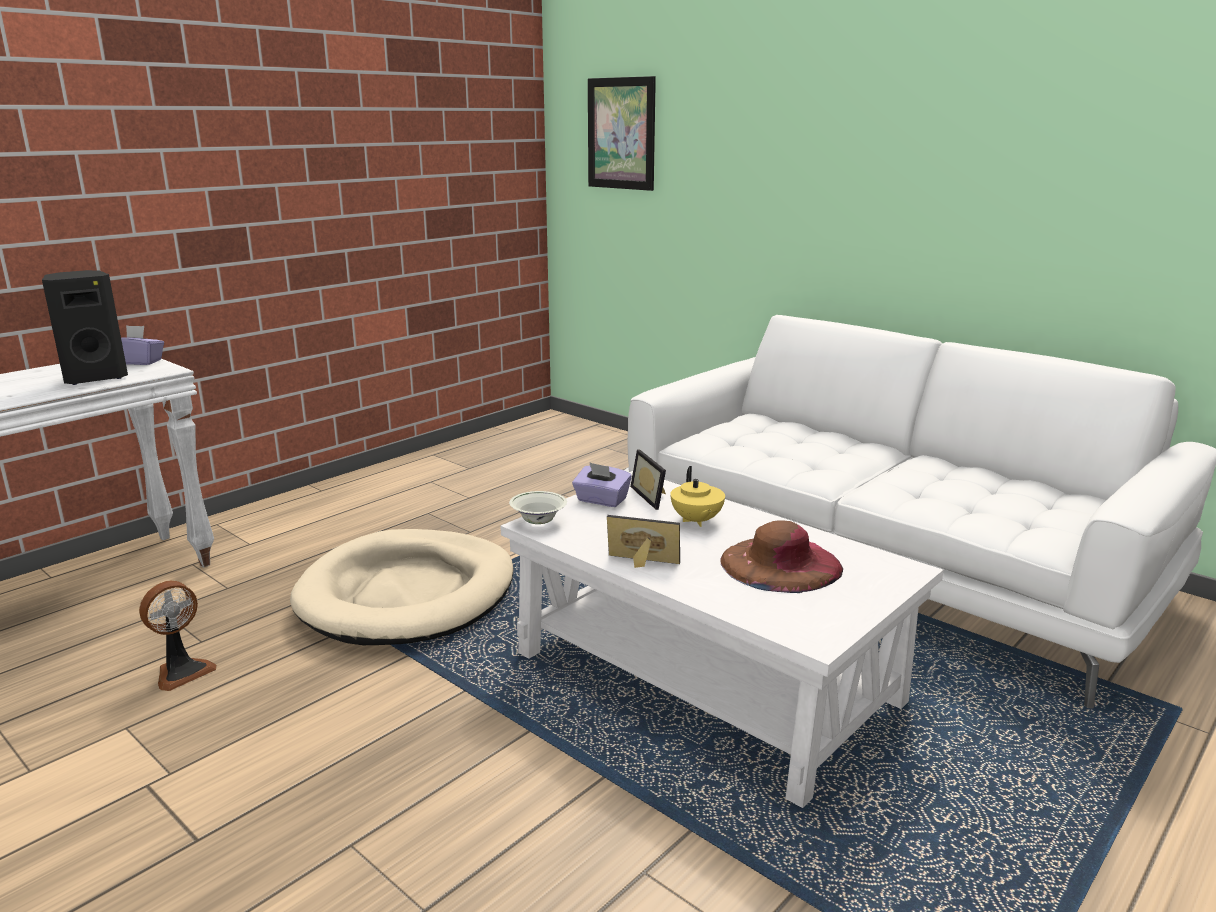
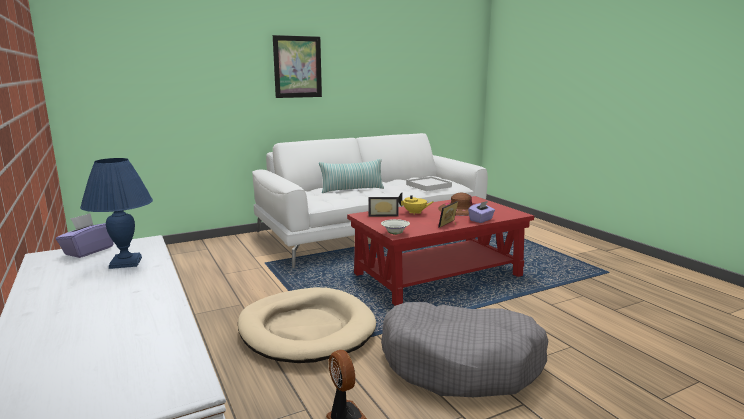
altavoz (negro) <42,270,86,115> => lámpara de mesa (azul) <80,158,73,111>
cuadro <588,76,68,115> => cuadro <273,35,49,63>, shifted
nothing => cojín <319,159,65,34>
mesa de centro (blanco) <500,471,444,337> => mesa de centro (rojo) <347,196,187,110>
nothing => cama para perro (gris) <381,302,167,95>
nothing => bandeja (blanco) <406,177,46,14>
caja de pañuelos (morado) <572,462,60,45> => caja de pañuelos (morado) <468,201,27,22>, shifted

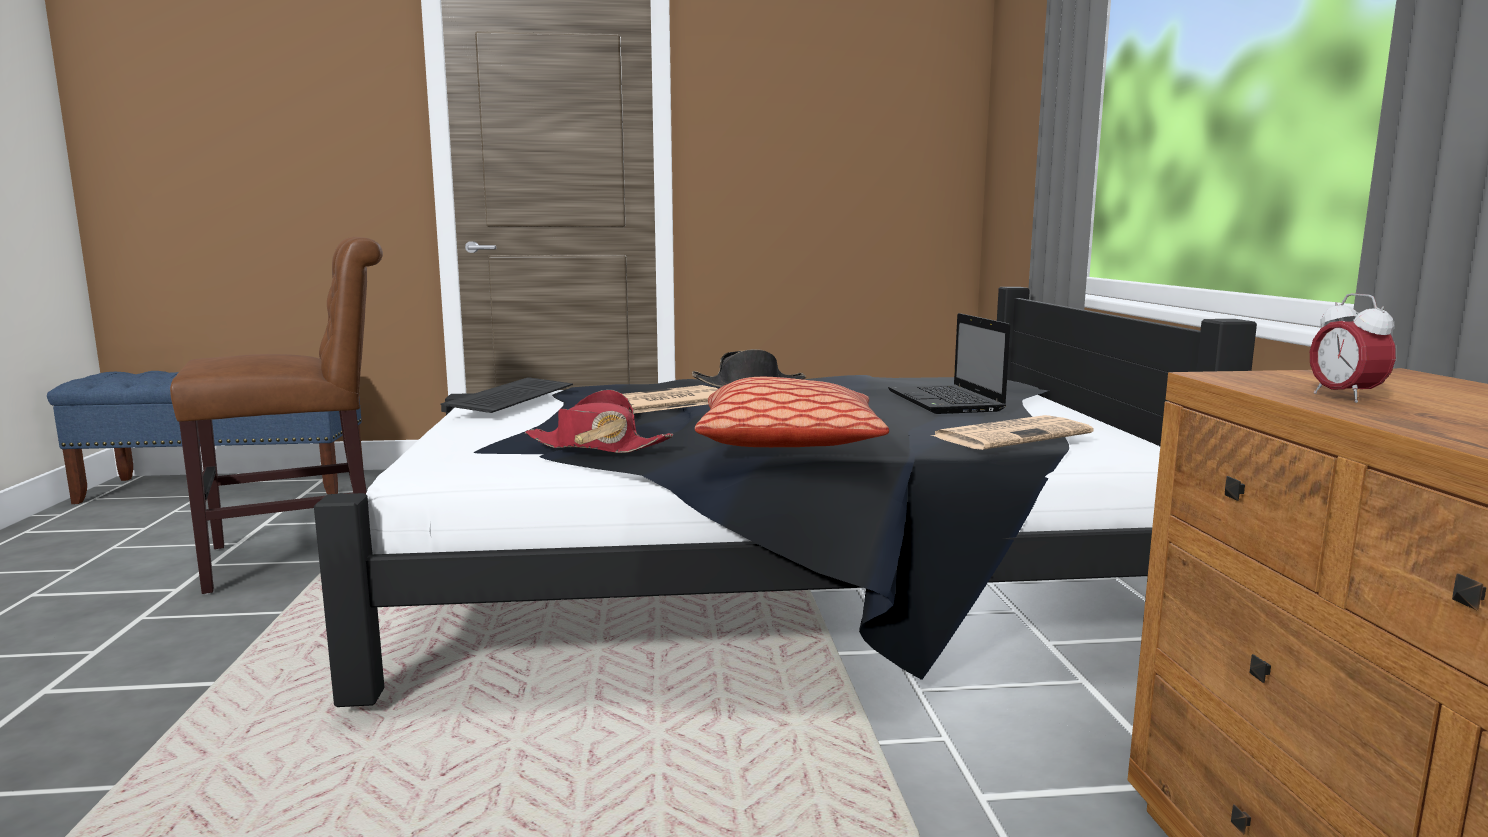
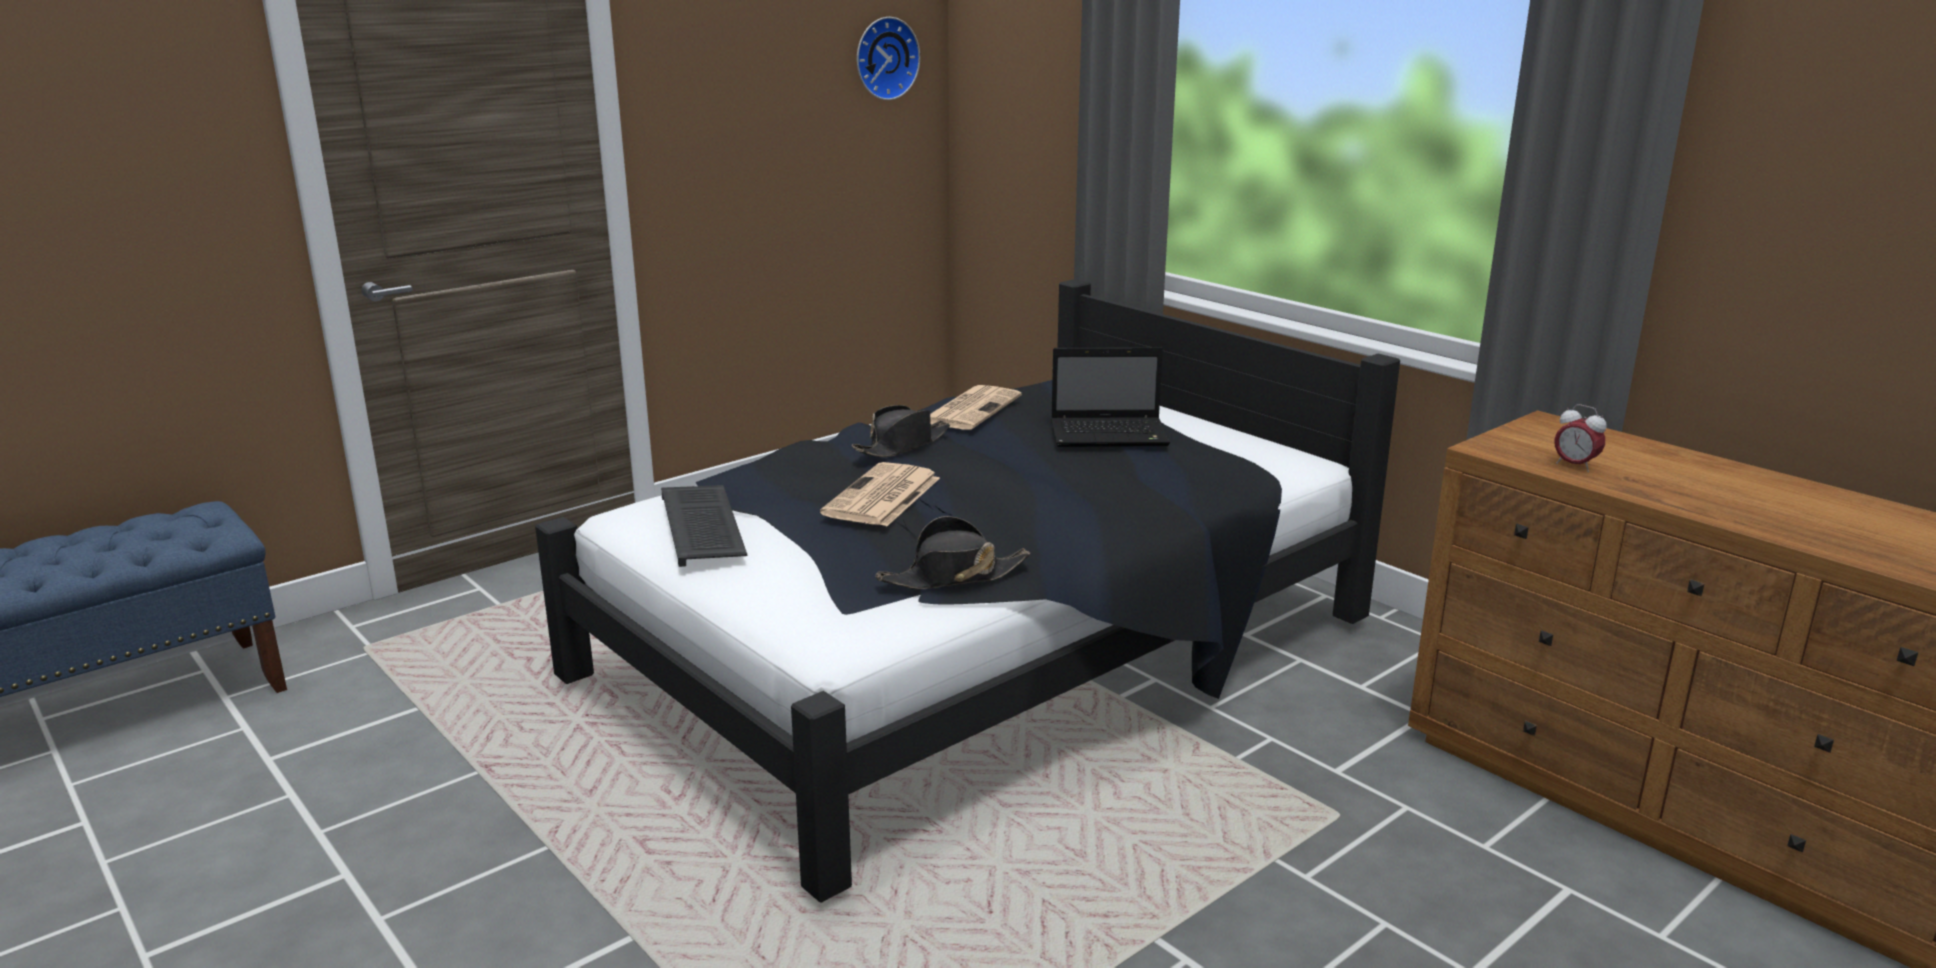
nothing => reloj de pared <857,17,63,83>
sombrero (rojo) <525,390,148,63> => sombrero (negro) <875,516,155,73>
periódico <931,415,162,35> => periódico <930,385,92,45>, shifted
portátil <888,313,122,101> => portátil <1051,347,119,100>, 45 degrees counterclockwise
silla (marrón) <170,237,213,357> => nothing
cojín <695,377,194,70> => nothing

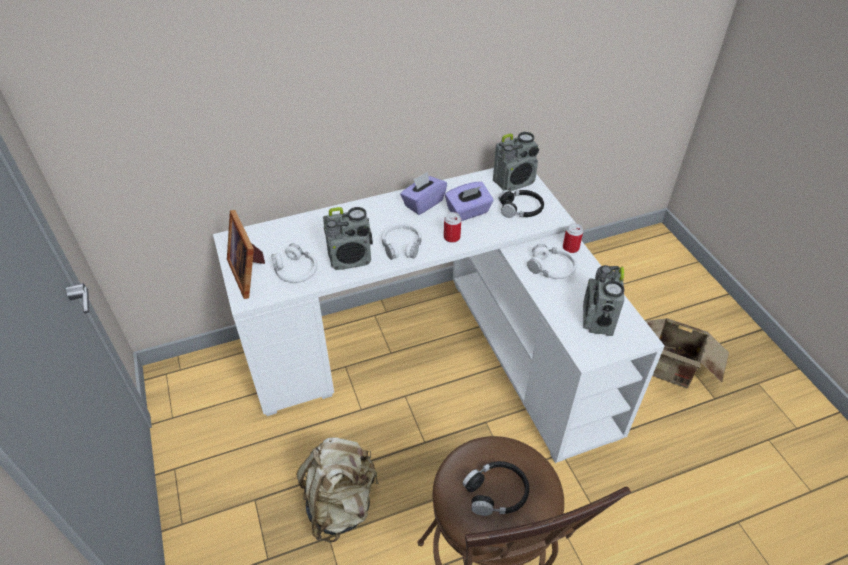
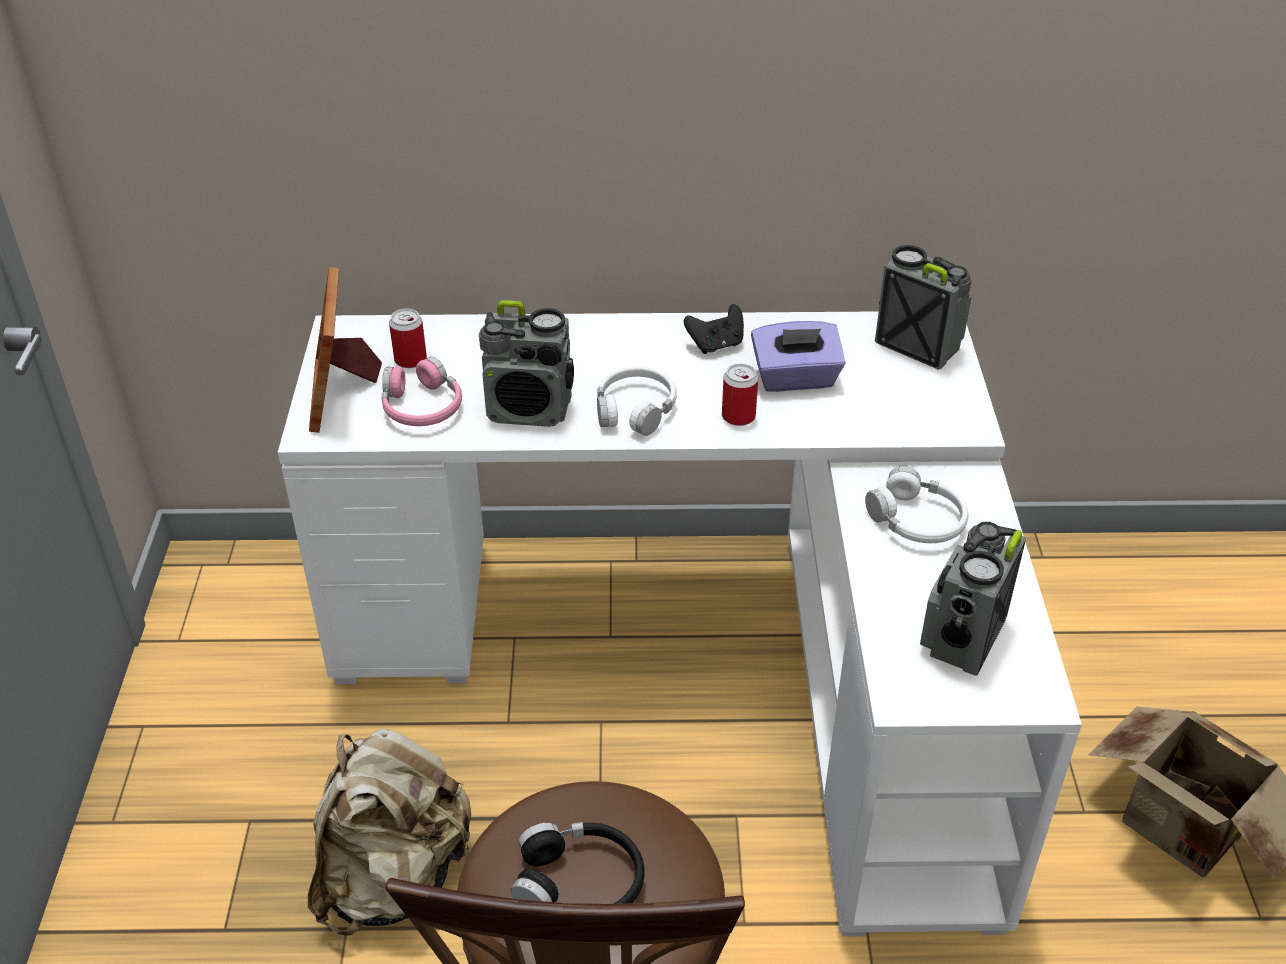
auriculares (blanco) <271,244,46,39> => auriculares (rosa) <382,356,80,70>
lata <563,223,20,30> => lata <389,308,38,60>, shifted
caja de pañuelos (morado) <400,172,47,43> => mando de consola (negro) <684,304,60,50>
radio <493,132,46,59> => radio <875,245,97,125>, 135 degrees counterclockwise
auriculares (negro) <498,190,46,28> => nothing

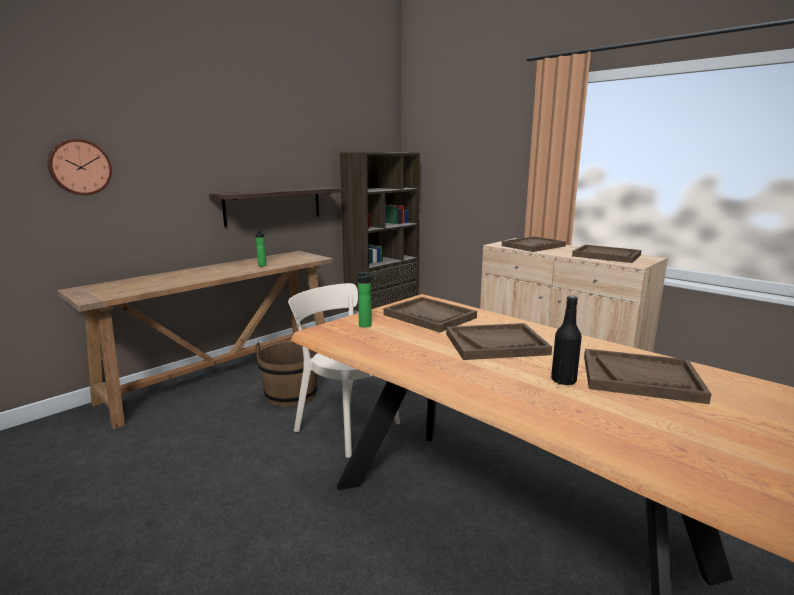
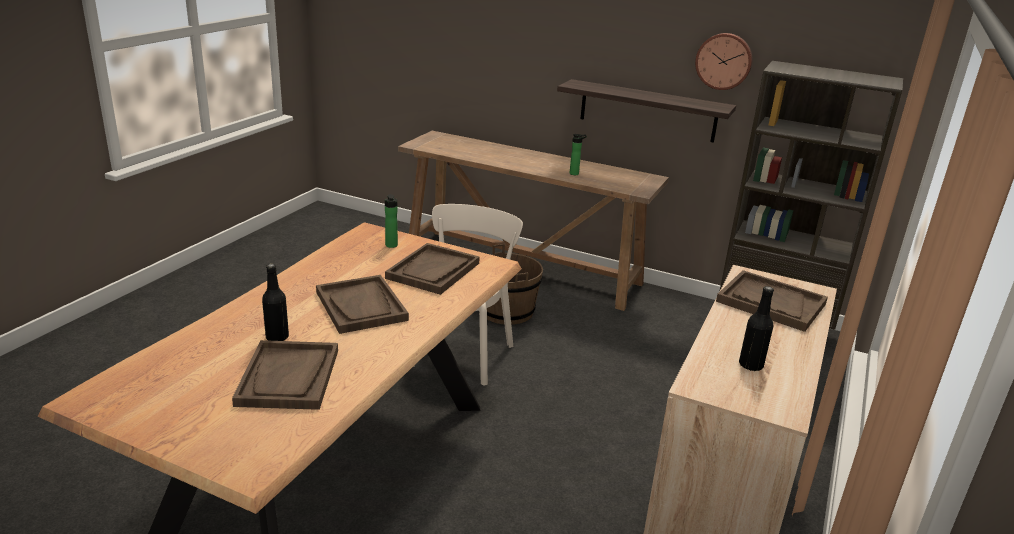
reloj de pared <48,139,64,56> => reloj de pared <695,33,58,57>, shifted
bandeja (marrón) <572,245,69,18> => botella (negro) <739,286,35,85>

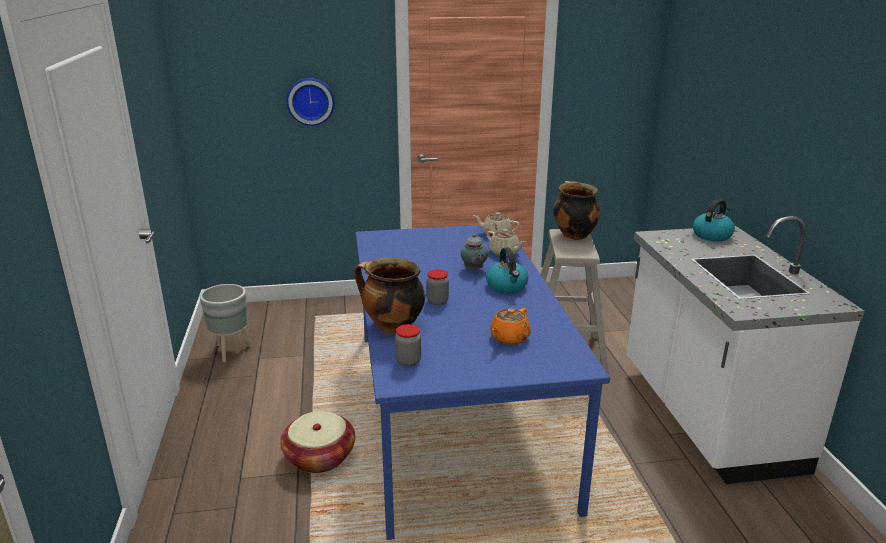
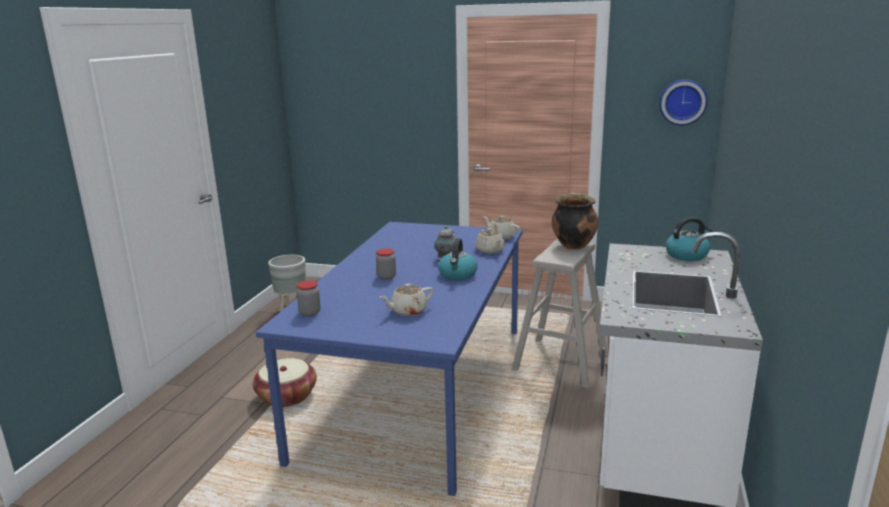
tetera (naranja) <490,308,41,37> => tetera (beis) <380,283,53,33>
reloj de pared <286,78,49,48> => reloj de pared <659,79,49,47>, shifted
olla <354,258,71,75> => nothing

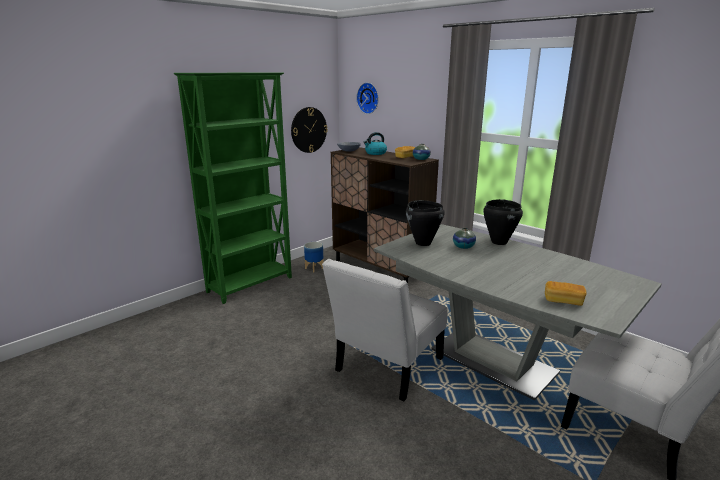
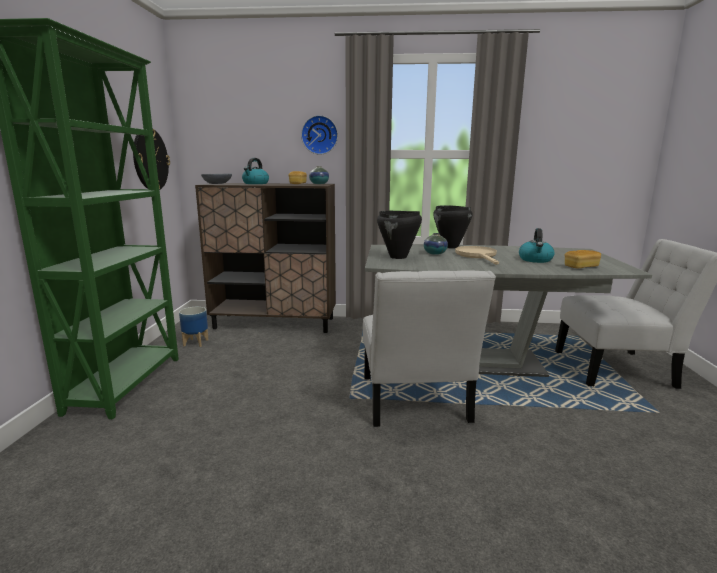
reloj de pared <357,82,22,32> => reloj de pared <301,115,37,40>, shifted
nothing => sartén (beis) <455,246,44,19>
nothing => hervidor <519,228,35,35>

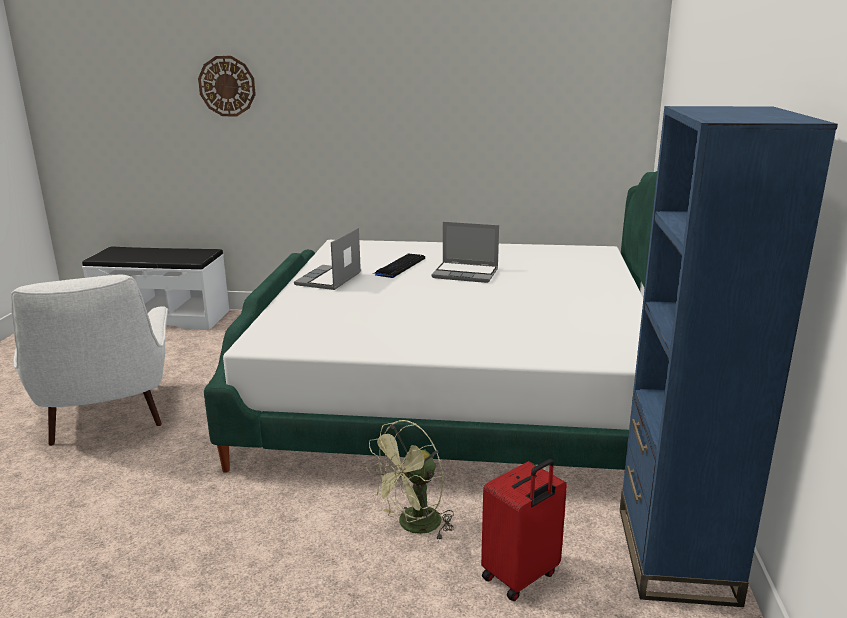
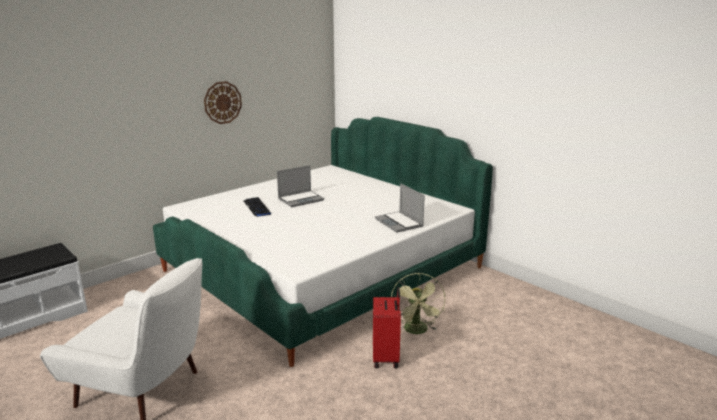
reloj de pared <198,56,58,60> => reloj de pared <204,81,38,43>, shifted
maleta (rojo) <481,459,86,142> => maleta (rojo) <373,287,28,81>, shifted
portátil <294,227,67,63> => portátil <375,183,50,50>, shifted
estantería (azul) <620,106,218,501> => nothing

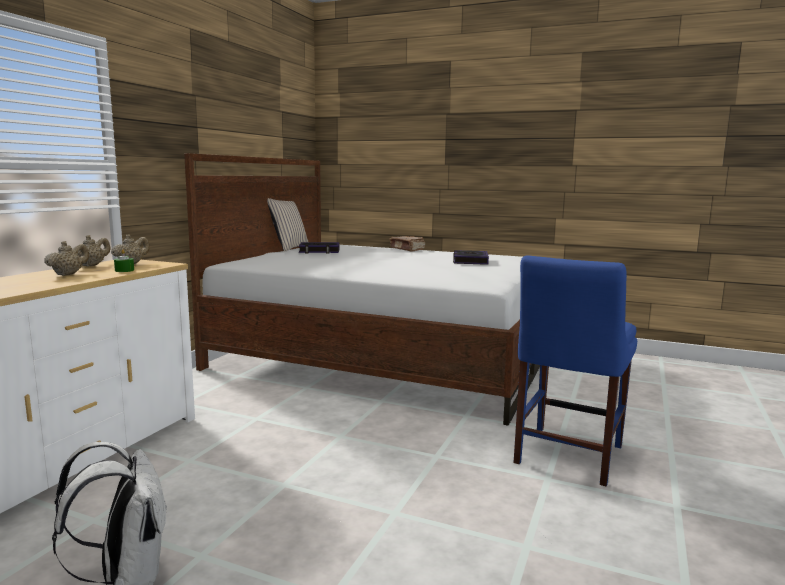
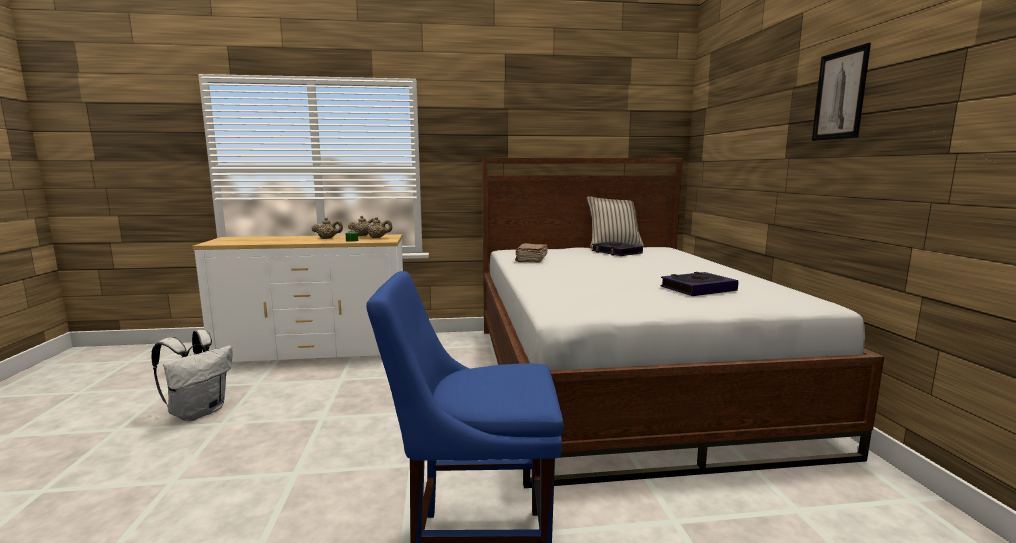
libro (marrón) <389,236,36,15> => libro (marrón) <515,243,33,20>, shifted
nothing => cuadro <812,43,59,98>

